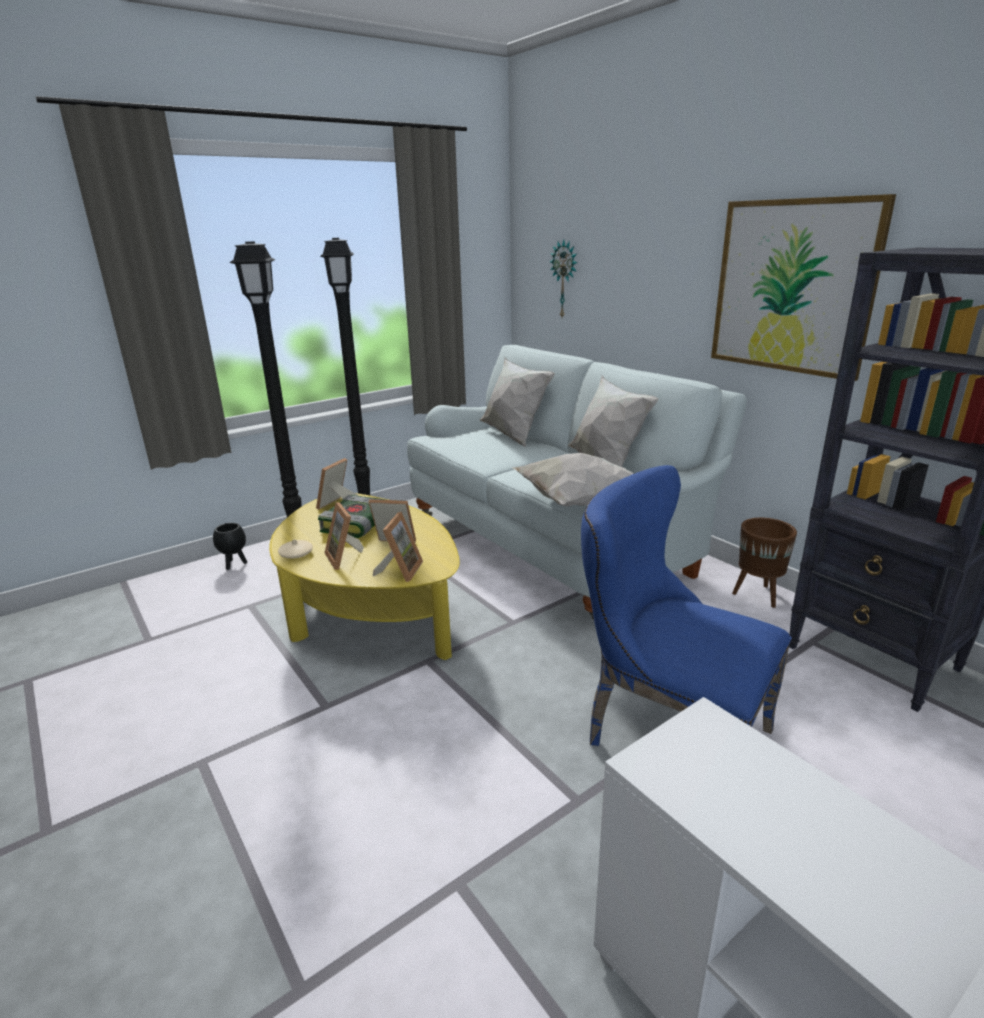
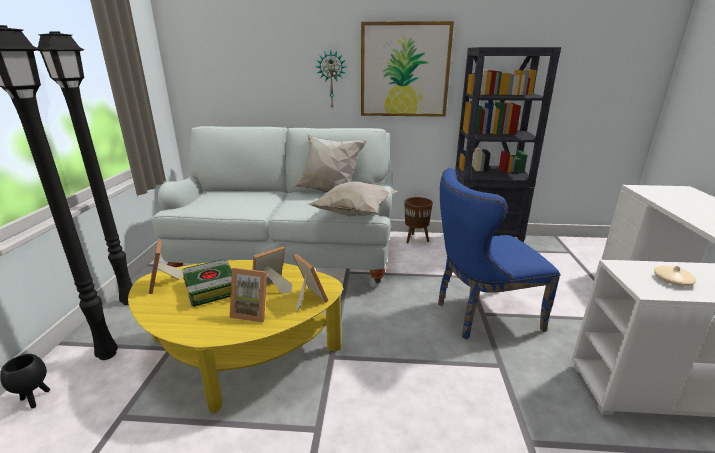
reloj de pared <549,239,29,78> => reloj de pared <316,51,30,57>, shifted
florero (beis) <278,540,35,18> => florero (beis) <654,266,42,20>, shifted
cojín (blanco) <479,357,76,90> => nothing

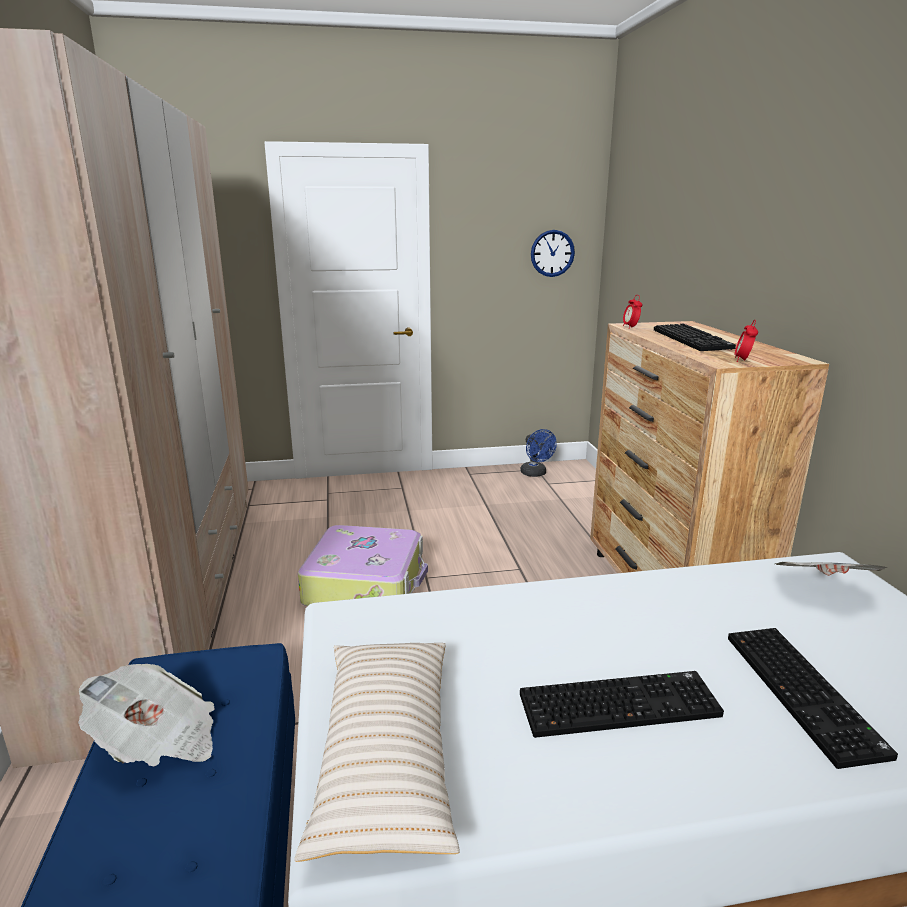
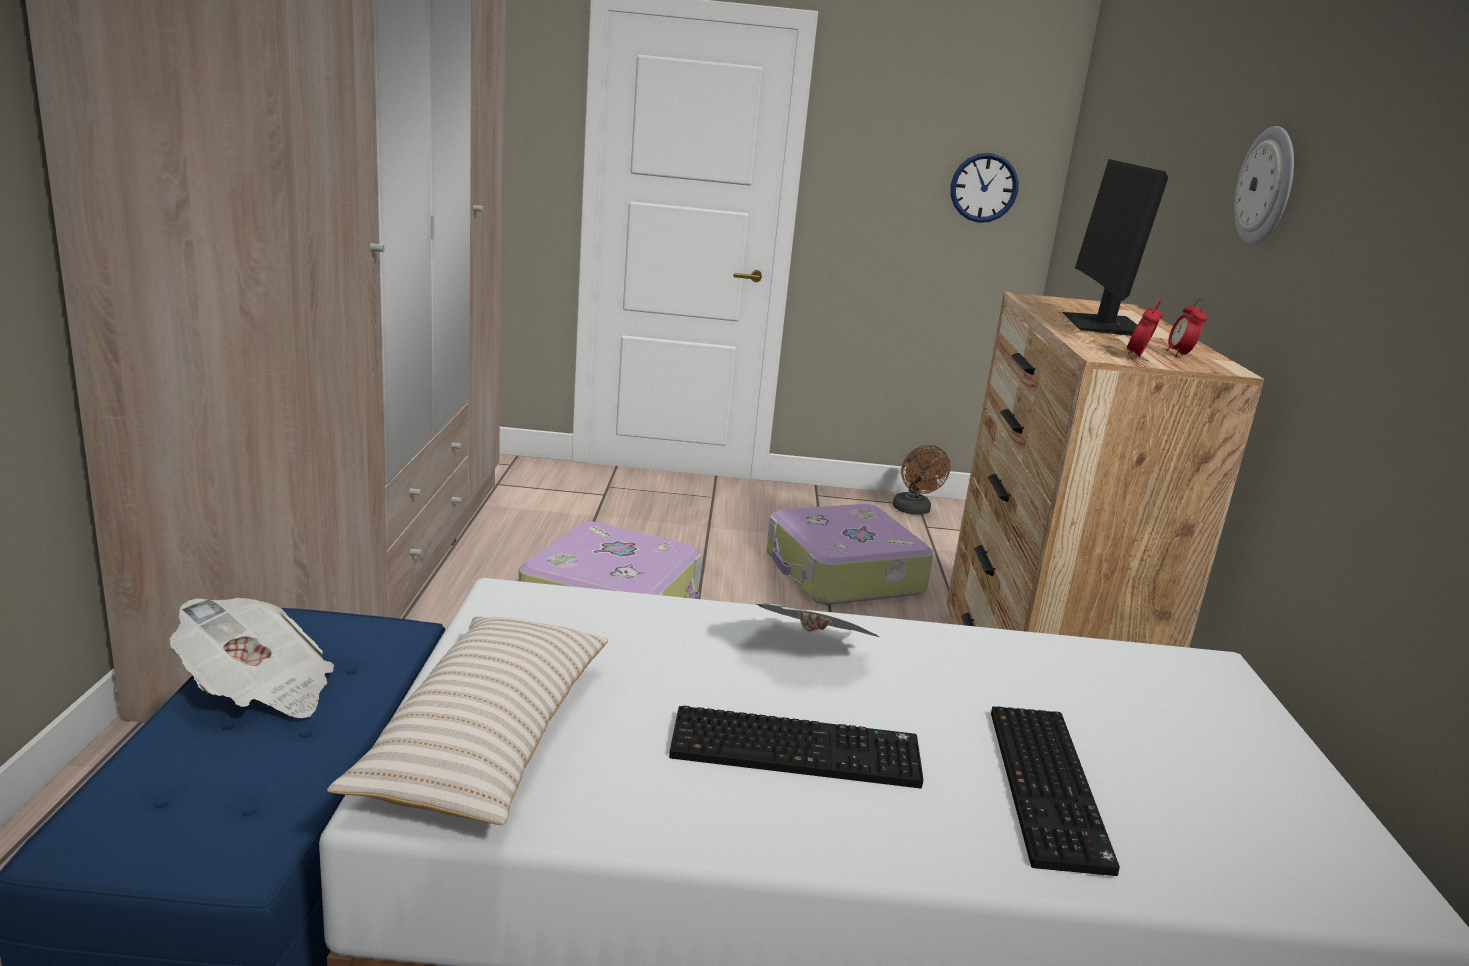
periódico <775,562,112,14> => periódico <742,599,137,38>, shifted
nothing => maleta <766,504,168,101>
ventilador (azul) <520,429,37,48> => ventilador (marrón) <893,445,57,69>
teclado <654,324,82,27> => monitor <1063,159,105,177>
despertador <623,295,19,34> => despertador <1167,299,40,58>, shifted
nothing => reloj de pared <1234,126,60,119>

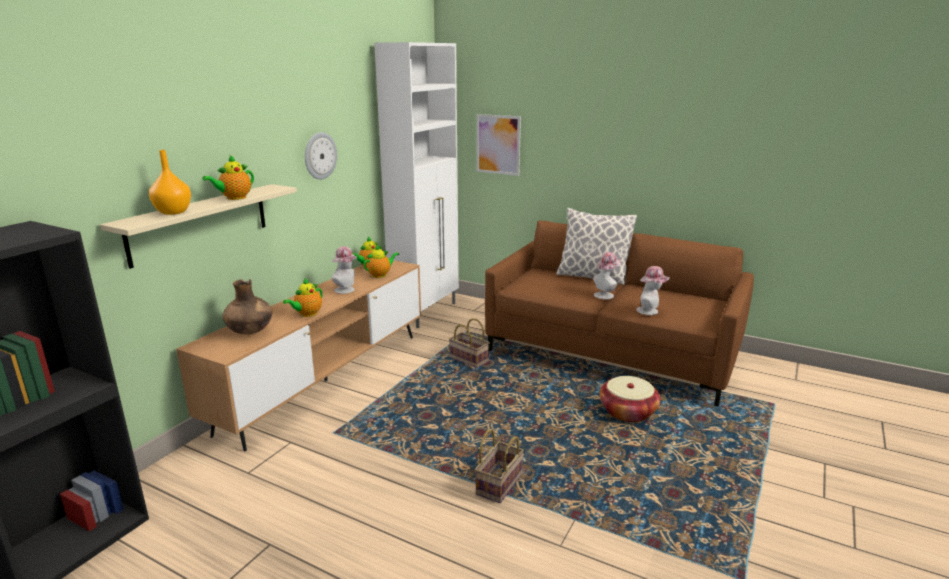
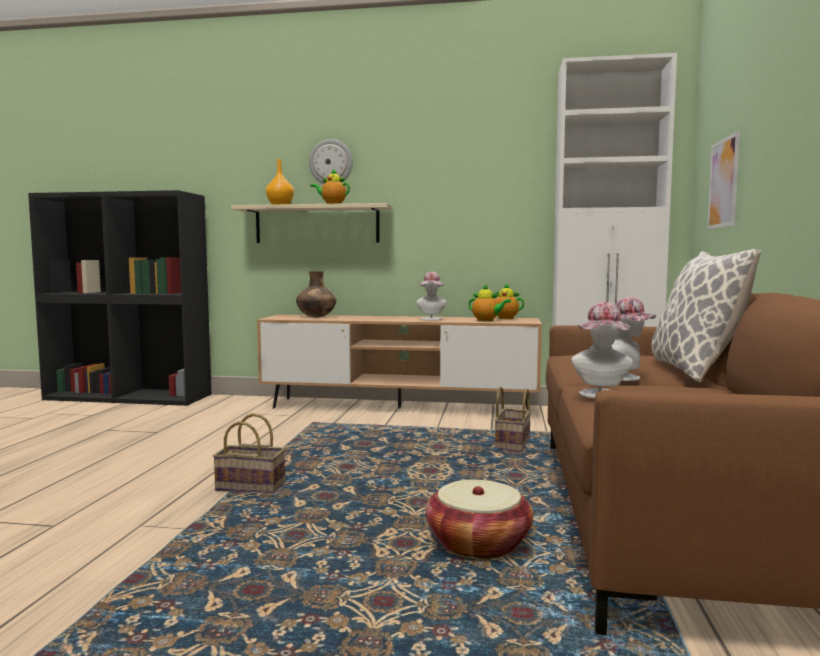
reloj de pared <305,132,32,48> => reloj de pared <309,139,44,45>, shifted
tetera <283,278,40,39> => nothing

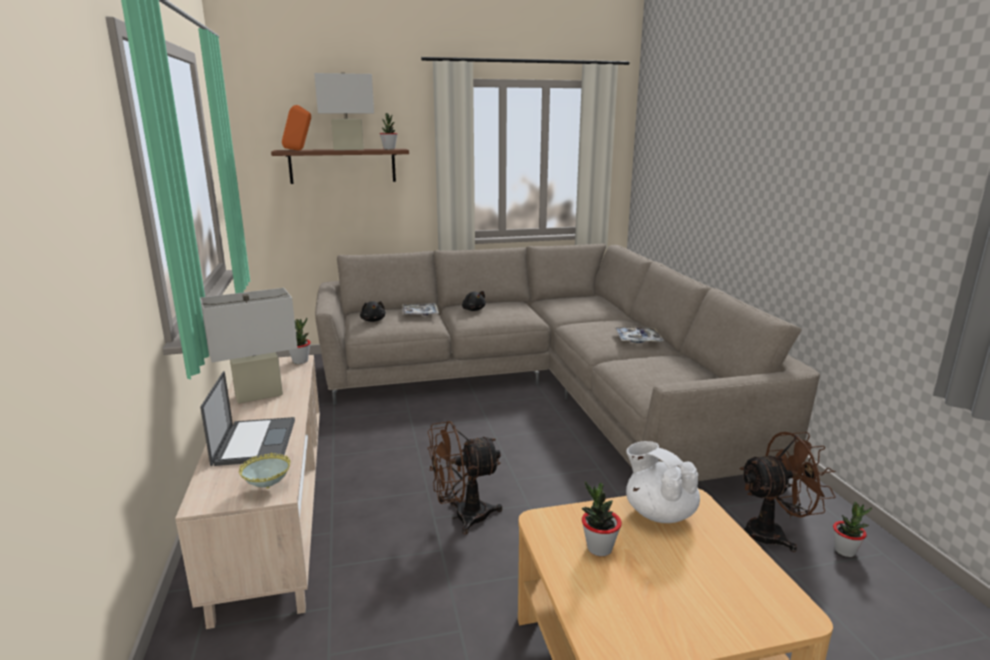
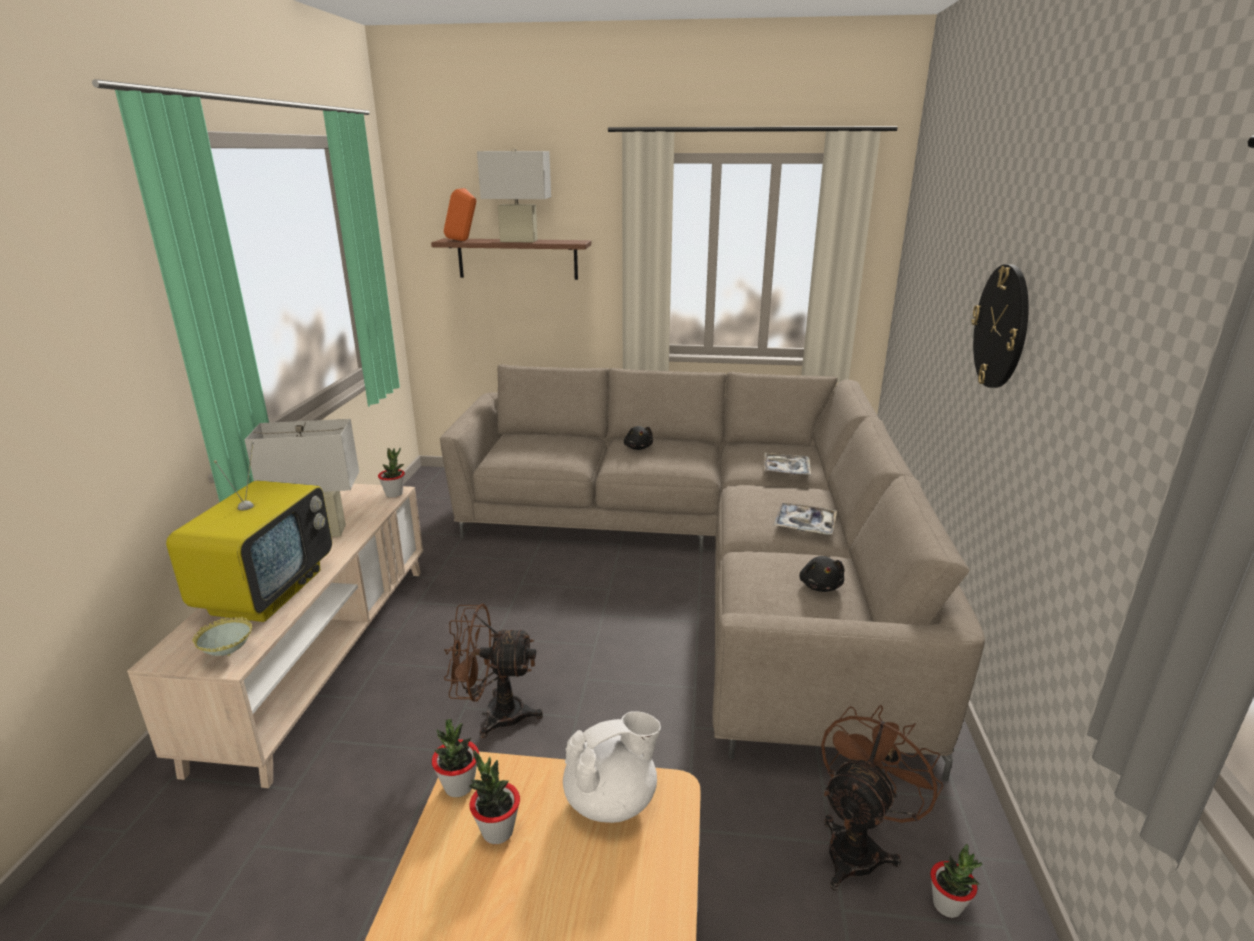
portátil <200,371,95,95> => televisor <166,442,166,180>
planta en maceta <380,113,18,37> => planta en maceta <432,719,47,78>, shifted
tetera (blanco) <626,441,74,82> => tetera (blanco) <563,712,98,111>, 75 degrees clockwise
bandeja <402,303,37,13> => bandeja <764,453,47,22>, shifted
peluche (negro) <360,301,25,21> => peluche (negro) <799,556,46,36>, shifted
ventilador (marrón) <740,432,96,120> => ventilador (marrón) <821,705,122,186>, 60 degrees counterclockwise
nothing => reloj de pared <972,264,57,124>

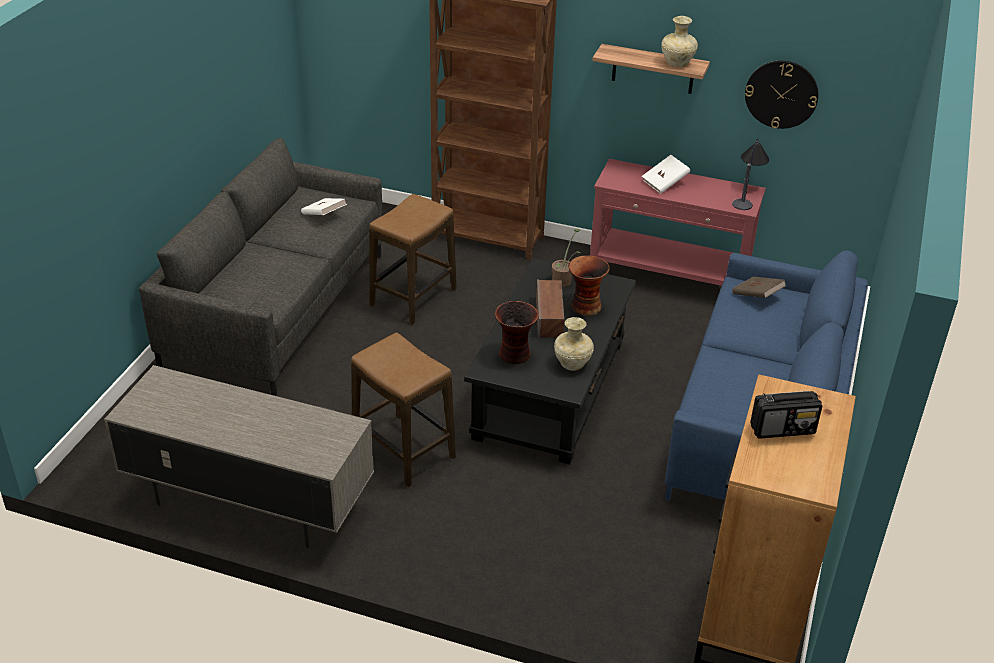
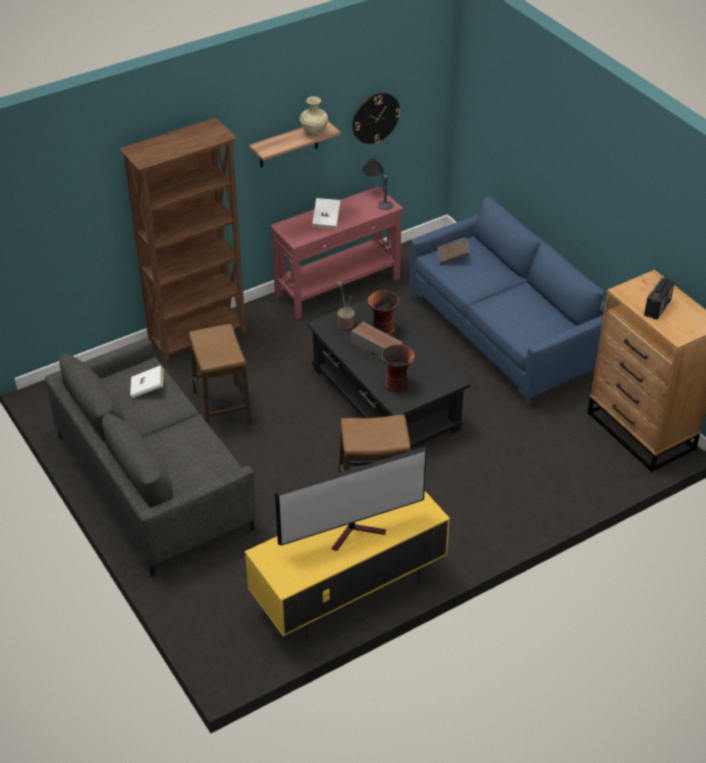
mueble de televisión (gris) <104,365,270,184> => mueble de televisión (amarillo) <245,491,205,150>
nothing => televisor <275,446,152,105>
florero (beis) <554,317,40,54> => nothing

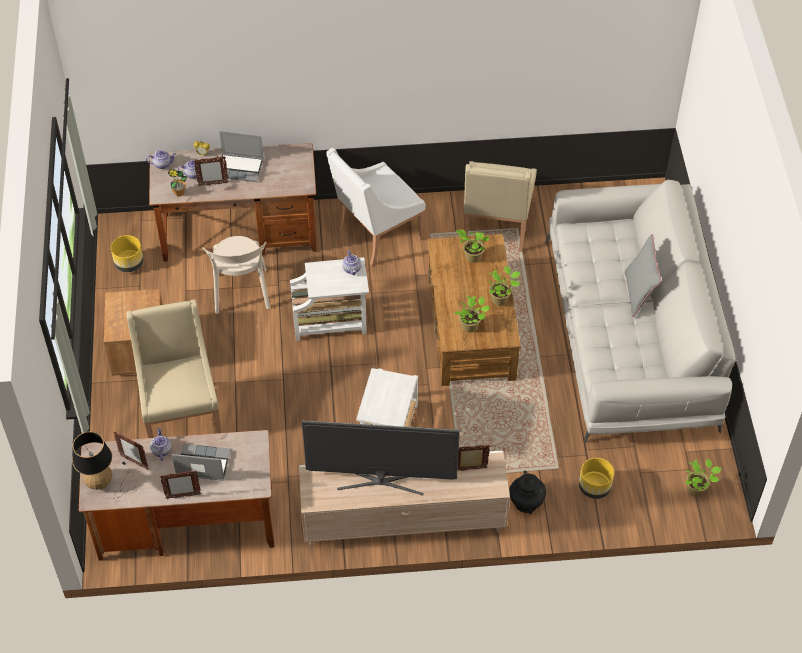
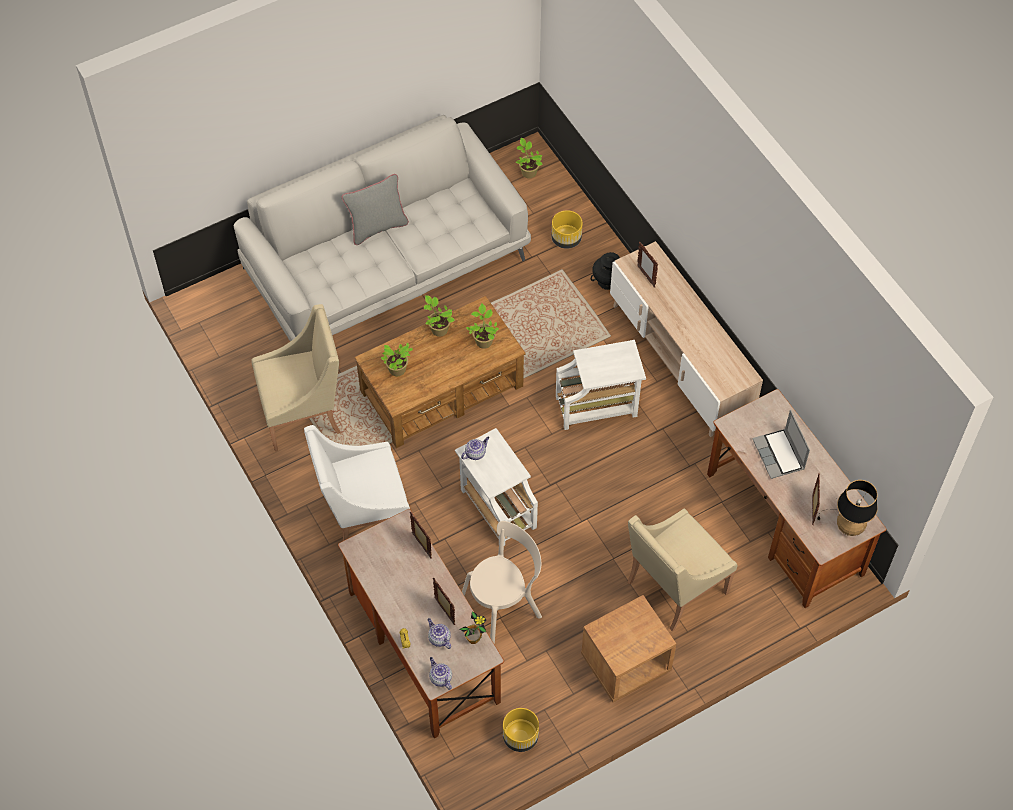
sillón (blanco) <326,148,99,118> => sillón (blanco) <304,425,106,116>, 135 degrees clockwise
portarretratos <160,470,41,29> => portarretratos <410,512,22,46>, shifted
tetera <150,428,22,33> => nothing
portátil <219,131,45,51> => nothing
televisor <302,420,158,75> => nothing

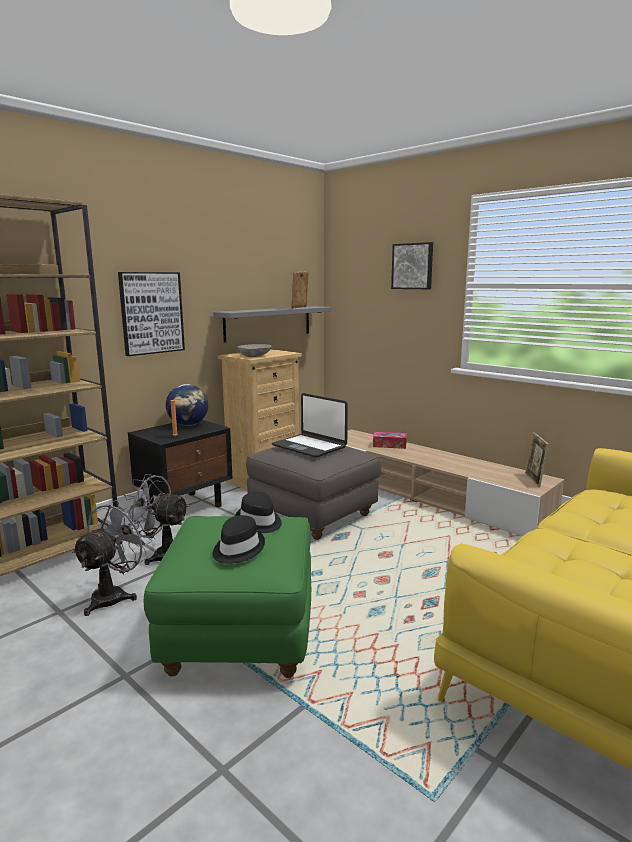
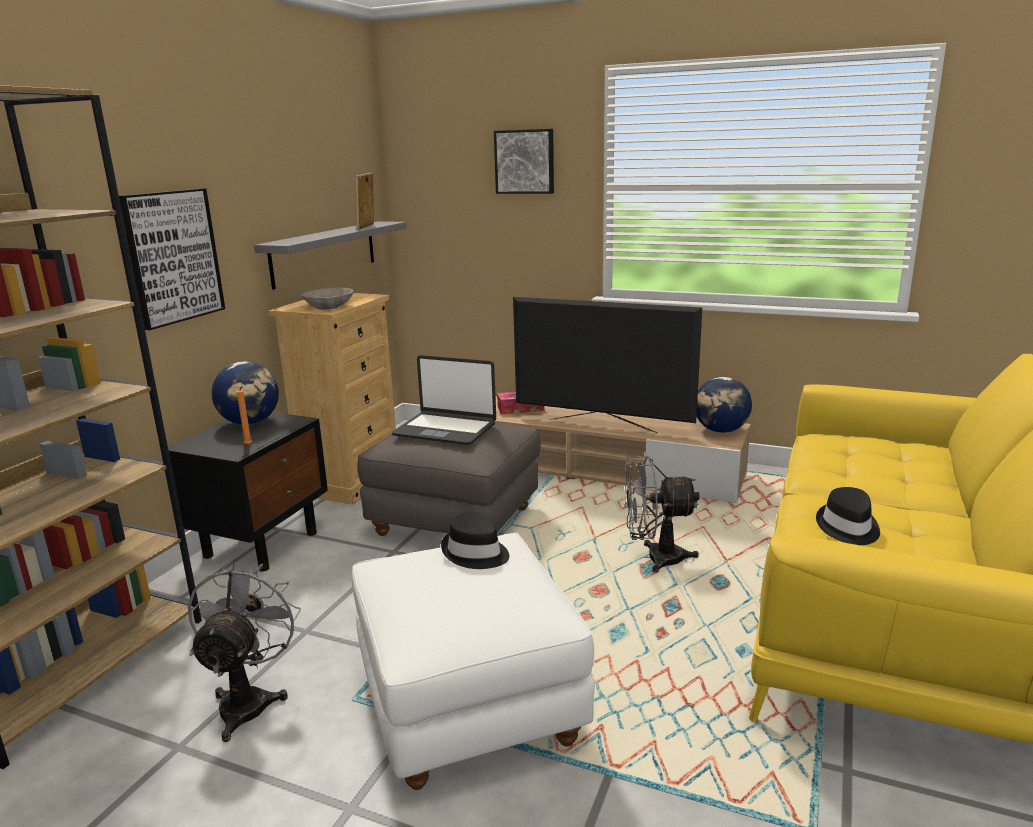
puf (verde) <143,516,168,162> => puf (blanco) <352,533,243,257>
nothing => televisor <513,297,189,136>
ventilador (gris) <124,474,65,91> => ventilador (gris) <624,456,76,117>, shifted
portarretratos <525,432,24,55> => globo terráqueo <697,377,55,56>
sombrero (negro) <213,515,52,49> => sombrero (negro) <816,487,64,58>, shifted

